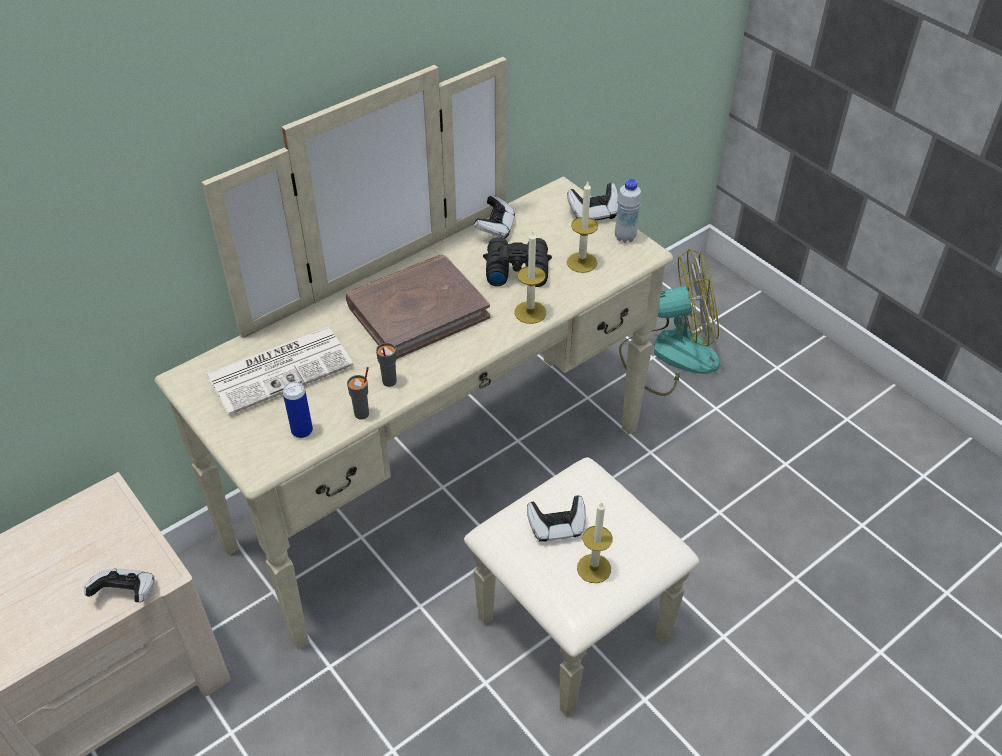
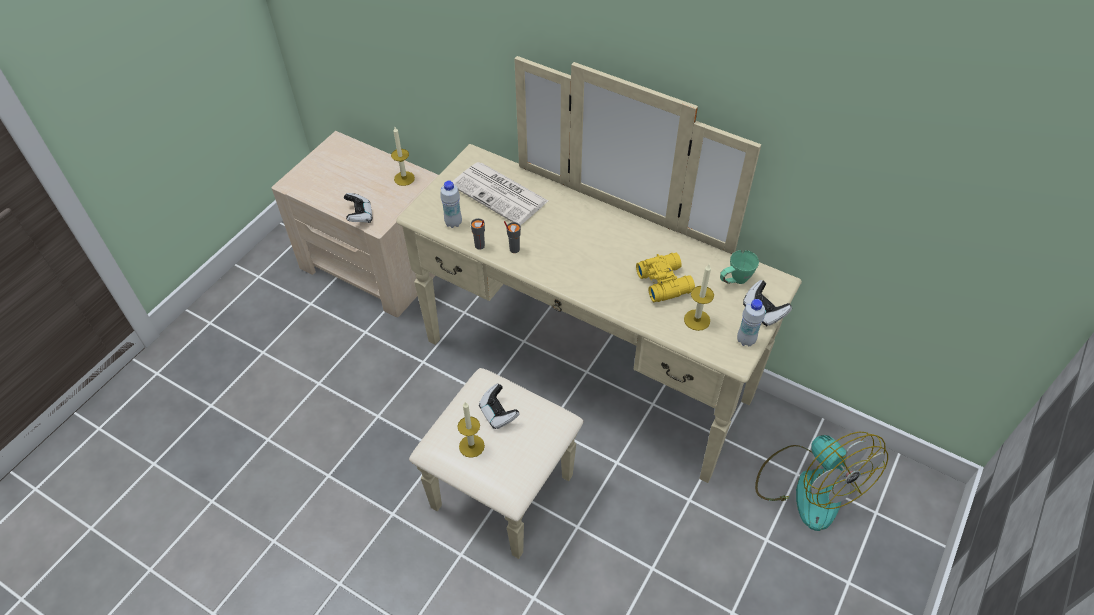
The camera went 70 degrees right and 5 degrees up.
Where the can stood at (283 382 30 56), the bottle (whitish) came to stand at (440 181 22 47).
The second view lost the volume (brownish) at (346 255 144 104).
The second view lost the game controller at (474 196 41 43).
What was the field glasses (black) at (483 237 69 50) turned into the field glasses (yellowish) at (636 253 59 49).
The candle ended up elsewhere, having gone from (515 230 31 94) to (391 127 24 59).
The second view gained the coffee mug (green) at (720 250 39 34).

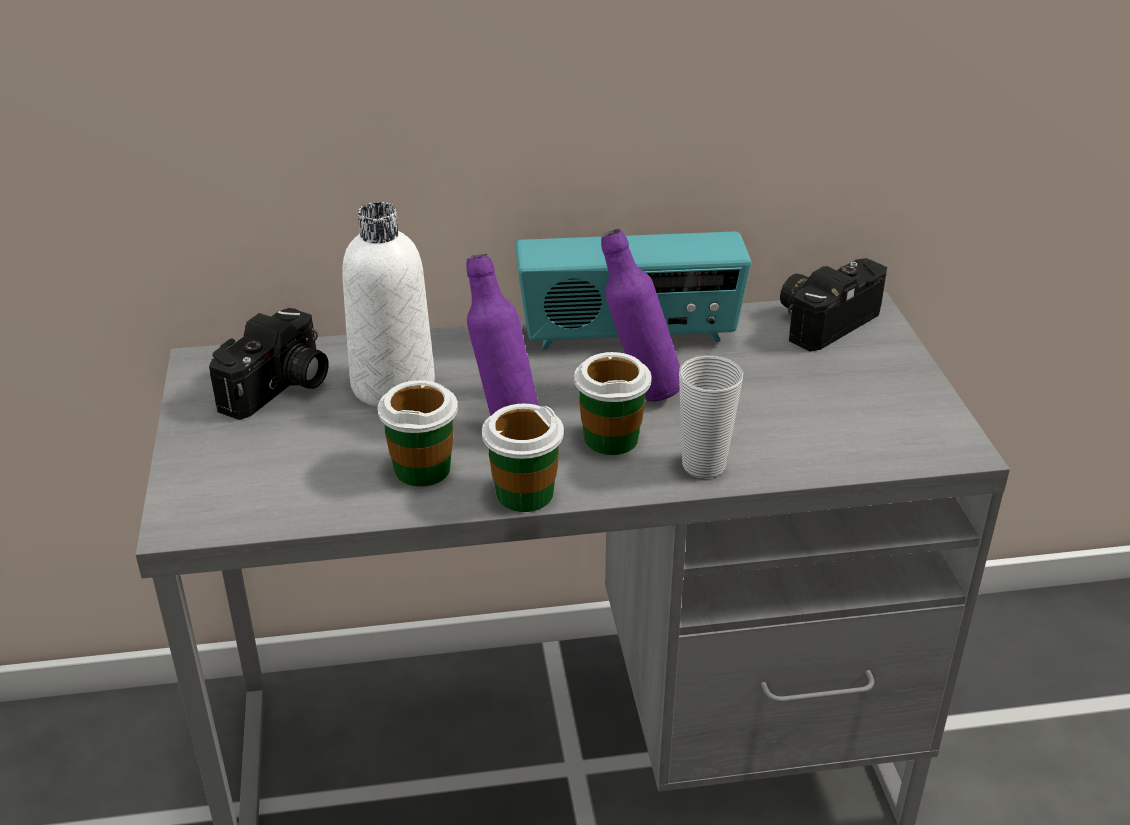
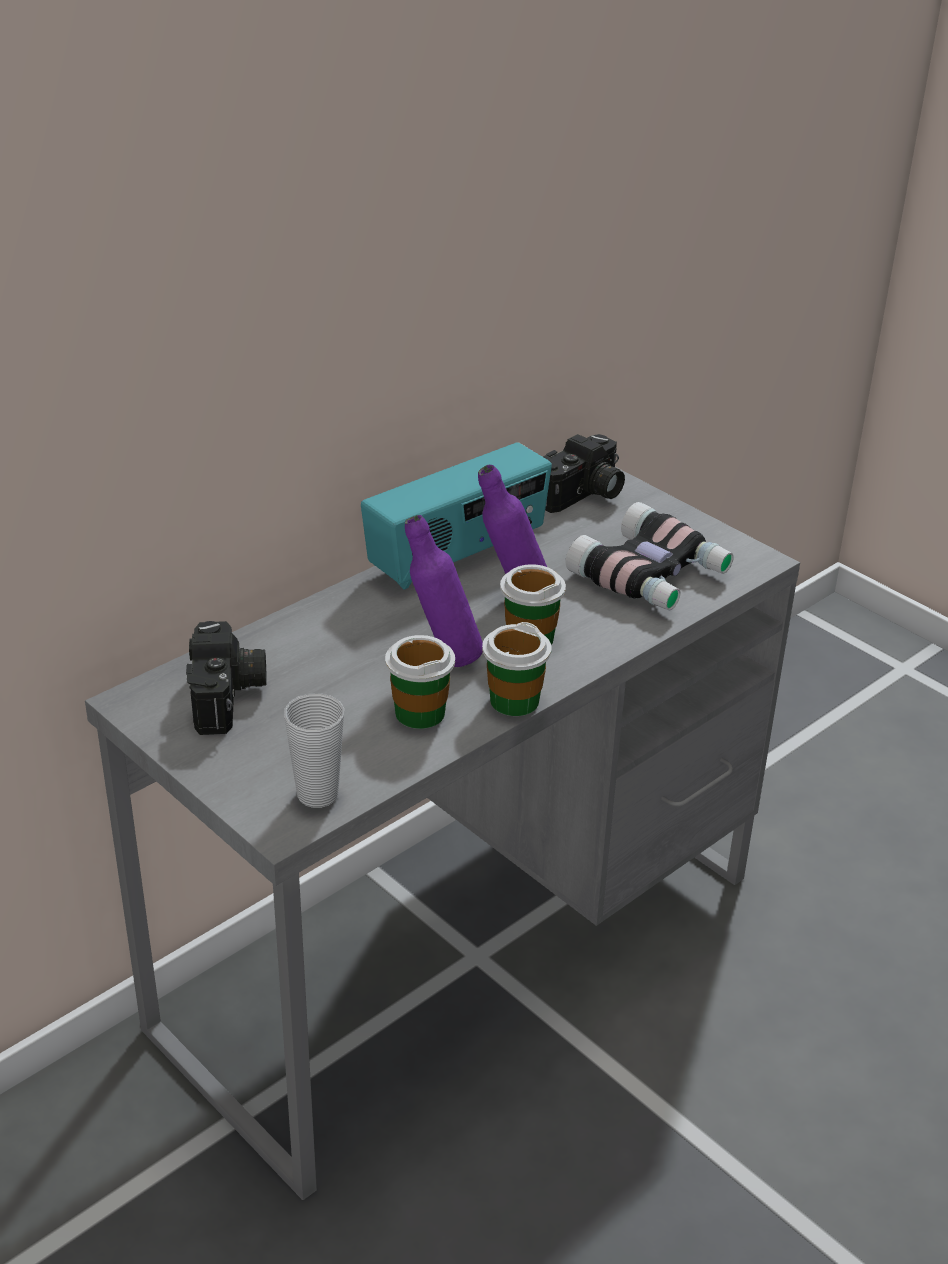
The camera went 35 degrees left and 0 degrees up.
The second view lost the bottle (whitish) at (342 202 93 205).
The cup ended up elsewhere, having gone from (679 355 64 123) to (284 693 60 115).
The photo camera at (780 258 107 94) ended up facing another way, 150 degrees counterclockwise from before.
The second view gained the field glasses at (566 502 168 108).

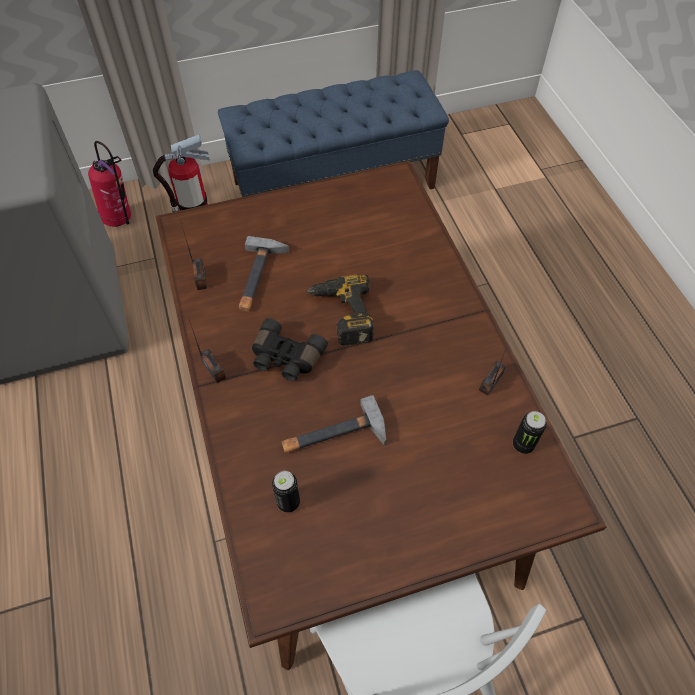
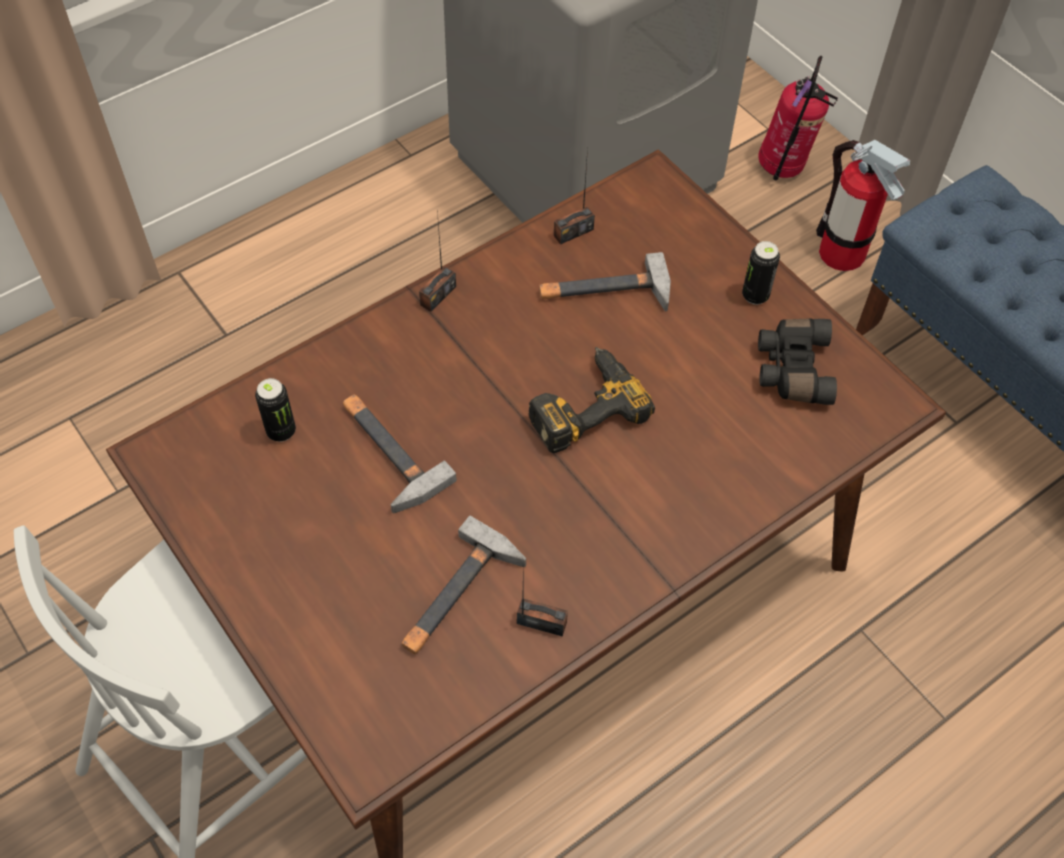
The camera went 70 degrees right and 0 degrees up.
The field glasses (black) ended up elsewhere, having gone from (252 318 76 63) to (758 318 79 87).
The can ended up elsewhere, having gone from (513 411 34 43) to (742 241 38 64).
The second view gained the hammer at (401 516 125 138).

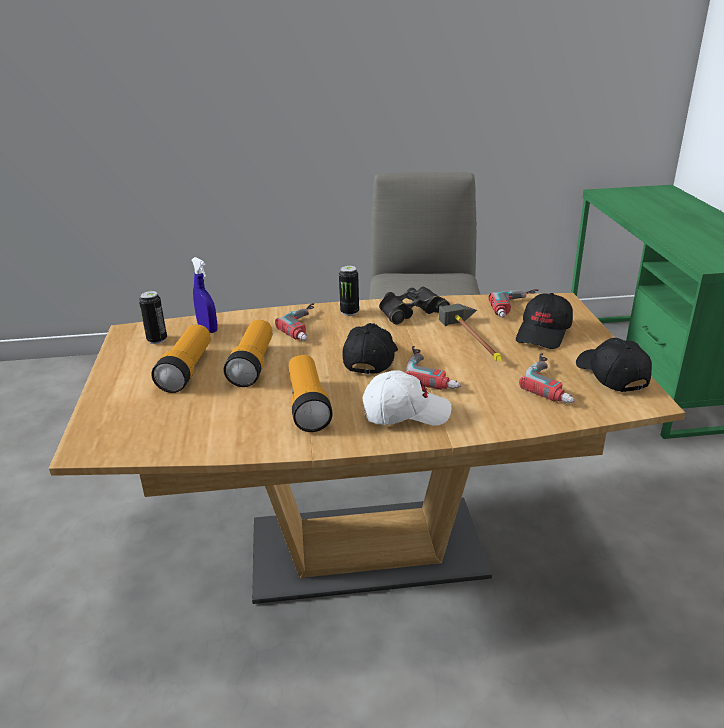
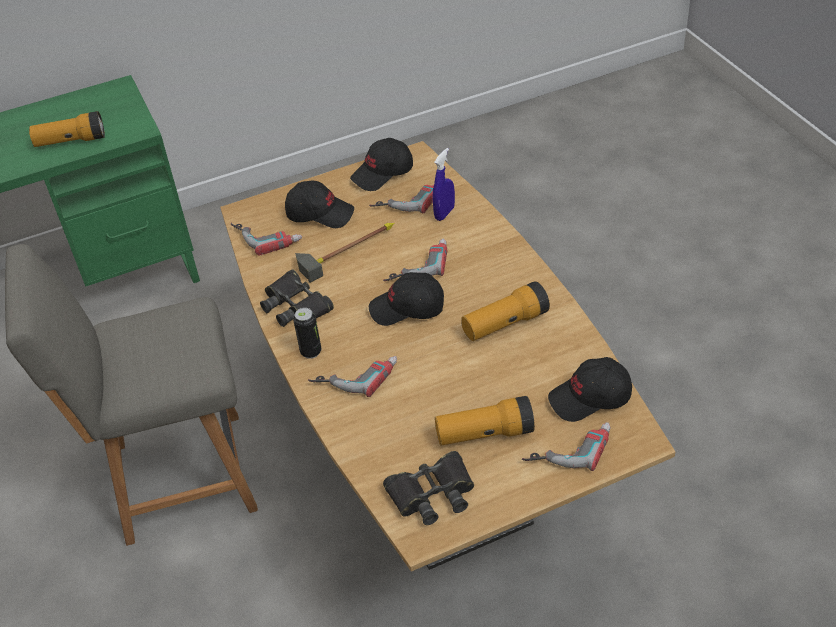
The camera went 105 degrees left and 15 degrees up.
Where the can stood at (139 291 28 53), the field glasses (black) came to stand at (383 451 91 74).
The spray bottle (bluish) ended up elsewhere, having gone from (192 257 25 76) to (432 148 23 73).
The hand torch ended up elsewhere, having gone from (224 320 48 67) to (29 111 76 36).
The second view lost the peaked cap (whitish) at (362 370 89 56).
The second view gained the drill at (522 422 89 49).
The second view gained the peaked cap (black) at (548 357 84 65).

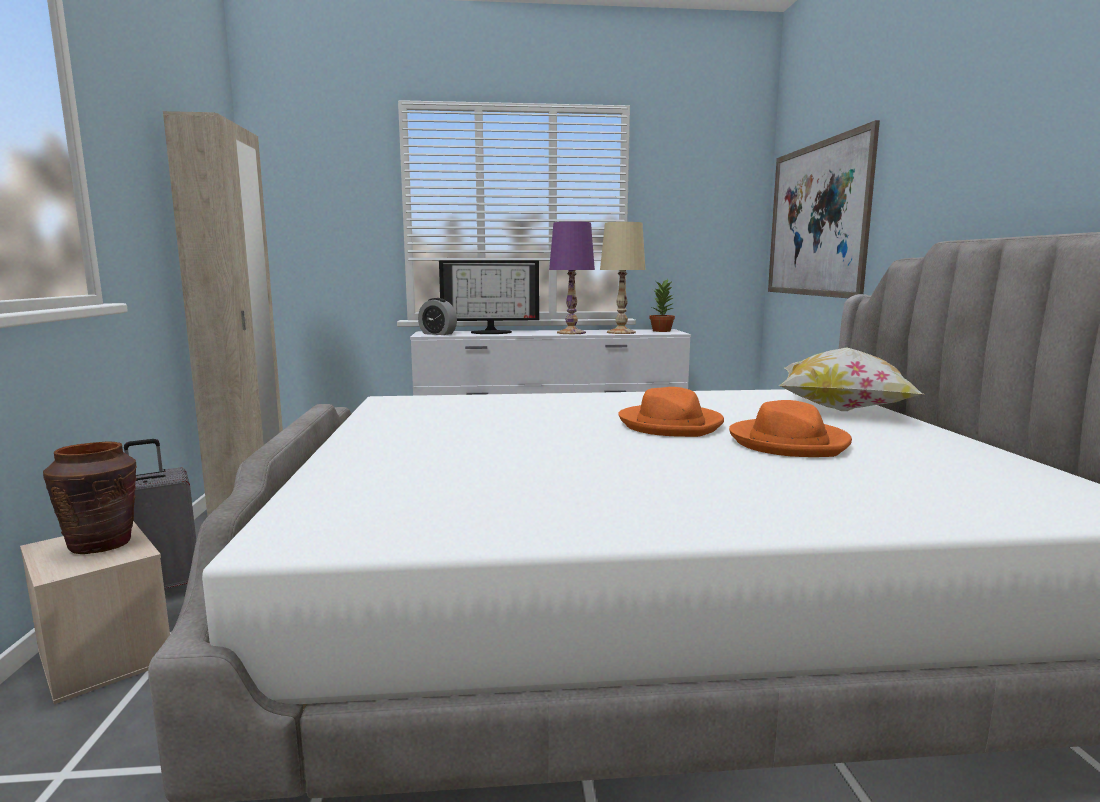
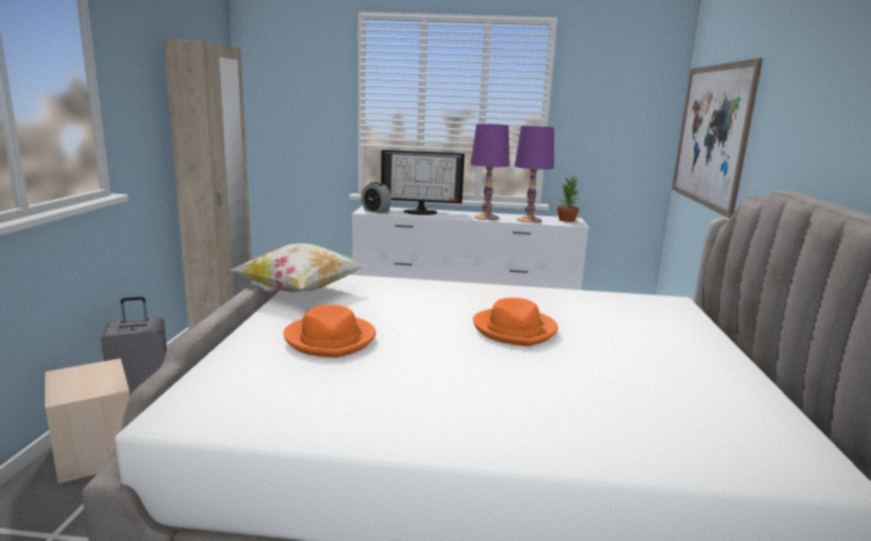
The camera went 10 degrees right and 5 degrees up.
The second view lost the flower vase (brownish) at (43 442 94 112).
What was the tabletop lamp (sand-coloured) at (600 222 45 112) turned into the tabletop lamp (purple) at (514 126 40 97).
The wearable hat (orange-coloured) ended up elsewhere, having gone from (729 400 123 57) to (283 305 93 53).
The cushion ended up elsewhere, having gone from (779 347 144 64) to (230 243 137 50).

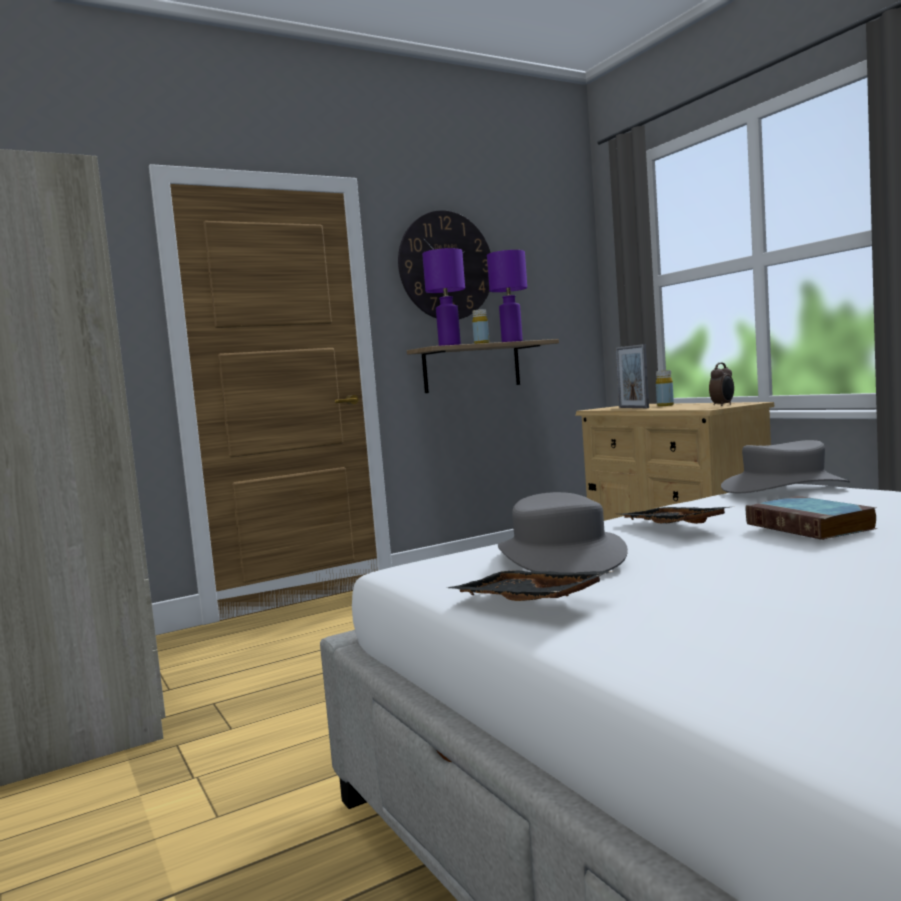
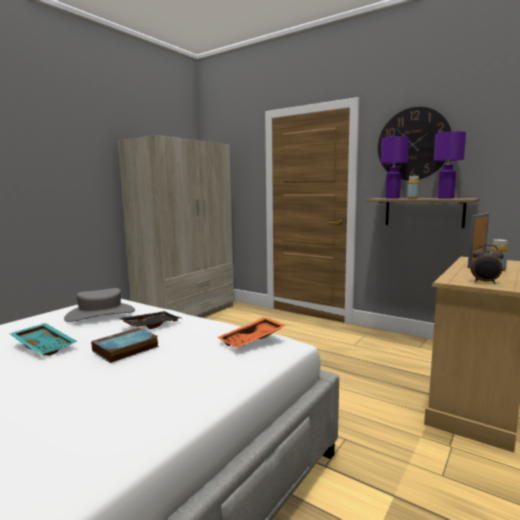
The camera went 65 degrees right and 5 degrees up.
The second view lost the tray (black) at (448 571 165 30).
Where the wearable hat (greyish) stood at (721 440 129 53), the tray (orange-coloured) came to stand at (217 317 69 31).
The second view gained the tray (turquoise) at (10 323 67 33).

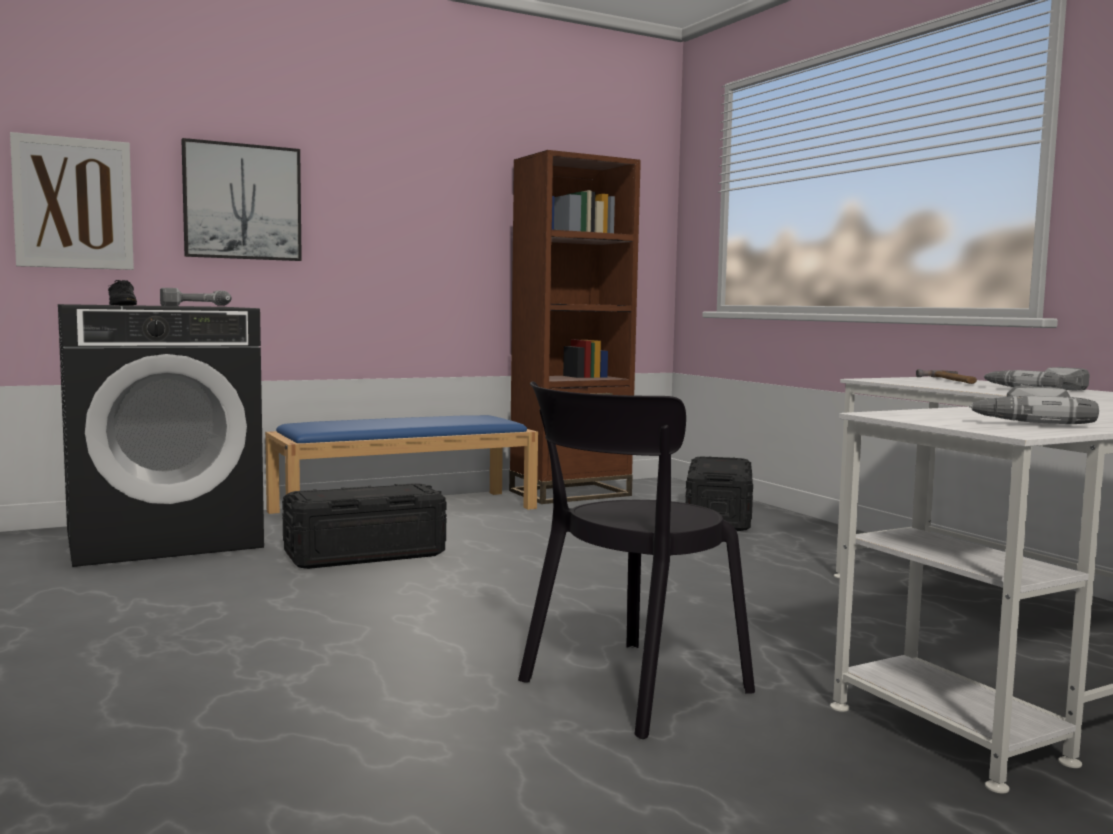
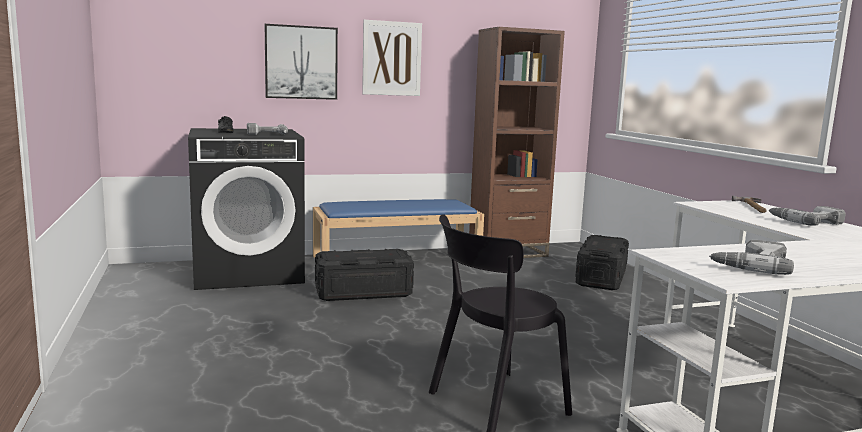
The camera went 10 degrees right and 5 degrees up.
The wall picture ended up elsewhere, having gone from (10 132 124 138) to (362 20 60 76).

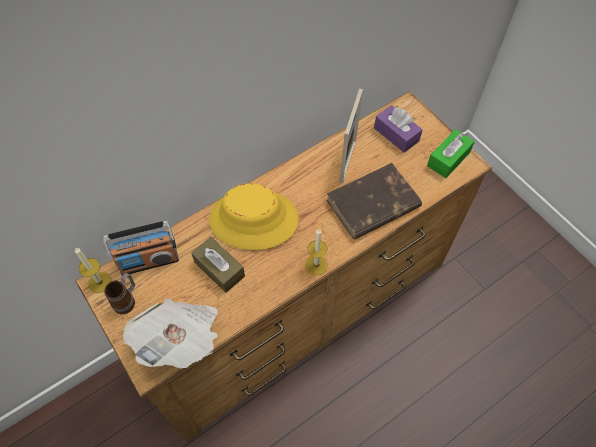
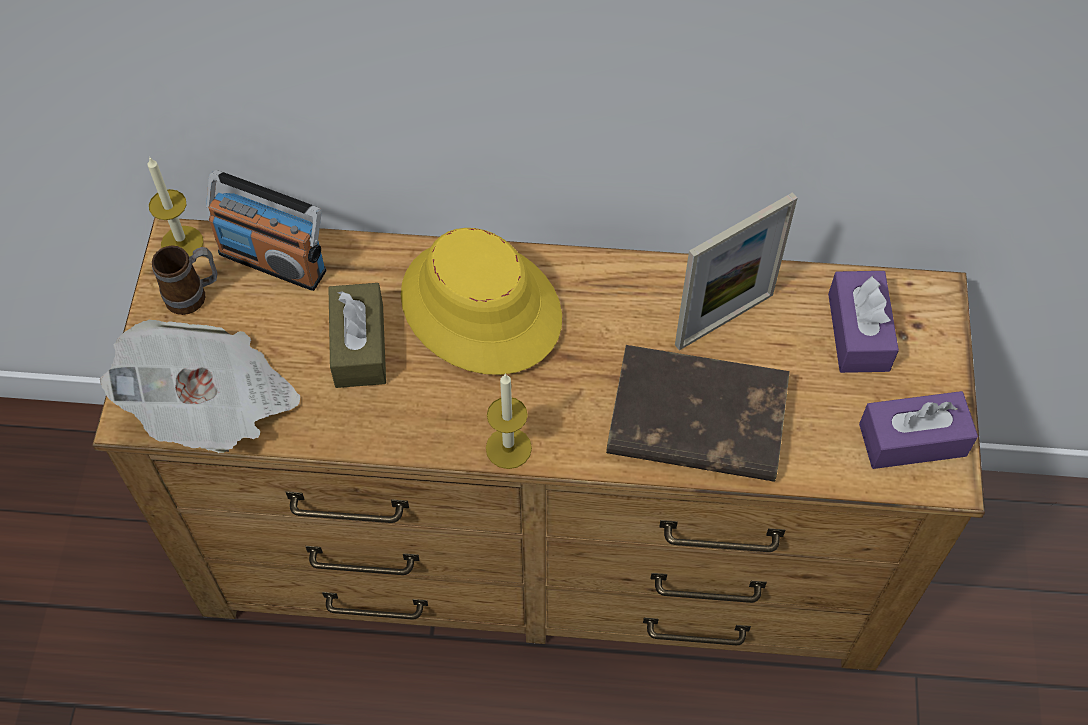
The camera went 40 degrees right and 0 degrees up.
What was the tissue holder (green) at (427 129 48 49) turned into the tissue holder (purple) at (859 391 119 78).

